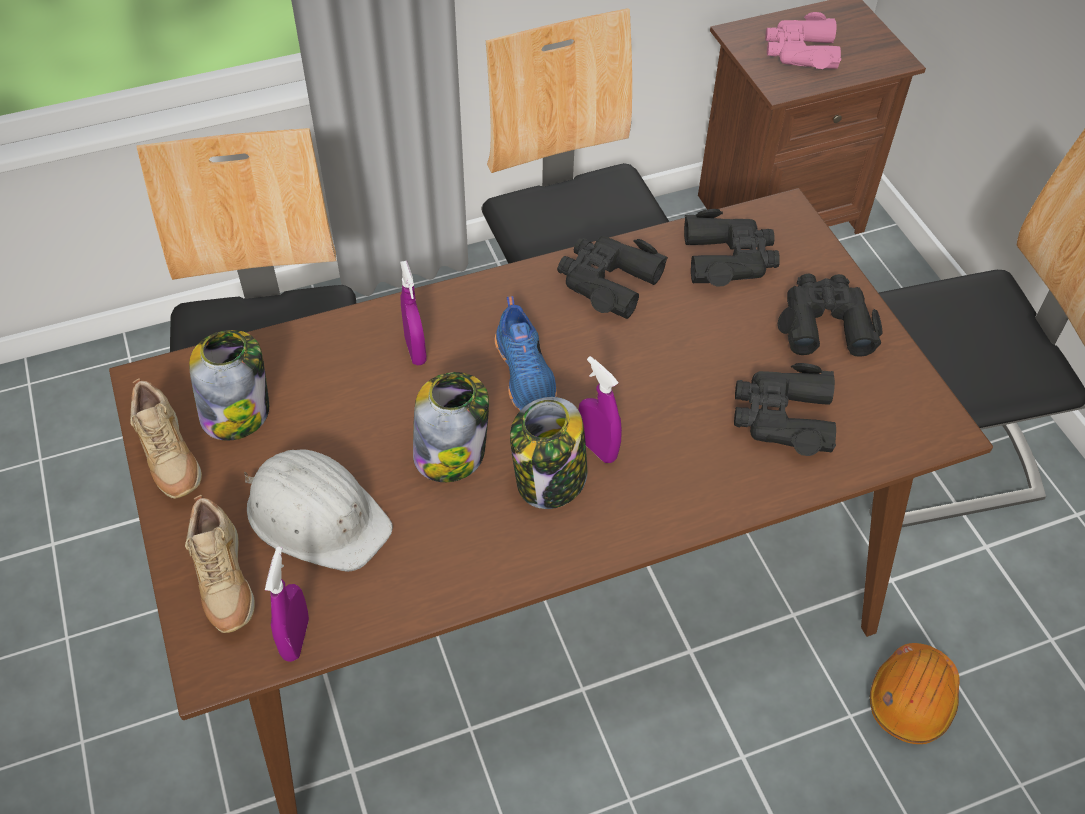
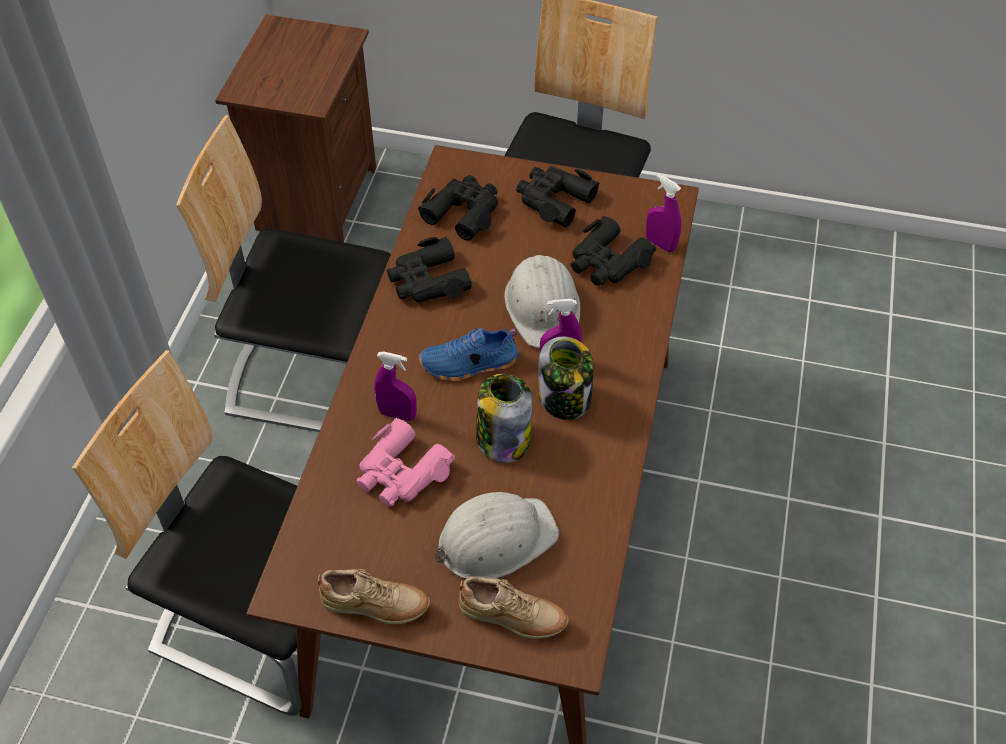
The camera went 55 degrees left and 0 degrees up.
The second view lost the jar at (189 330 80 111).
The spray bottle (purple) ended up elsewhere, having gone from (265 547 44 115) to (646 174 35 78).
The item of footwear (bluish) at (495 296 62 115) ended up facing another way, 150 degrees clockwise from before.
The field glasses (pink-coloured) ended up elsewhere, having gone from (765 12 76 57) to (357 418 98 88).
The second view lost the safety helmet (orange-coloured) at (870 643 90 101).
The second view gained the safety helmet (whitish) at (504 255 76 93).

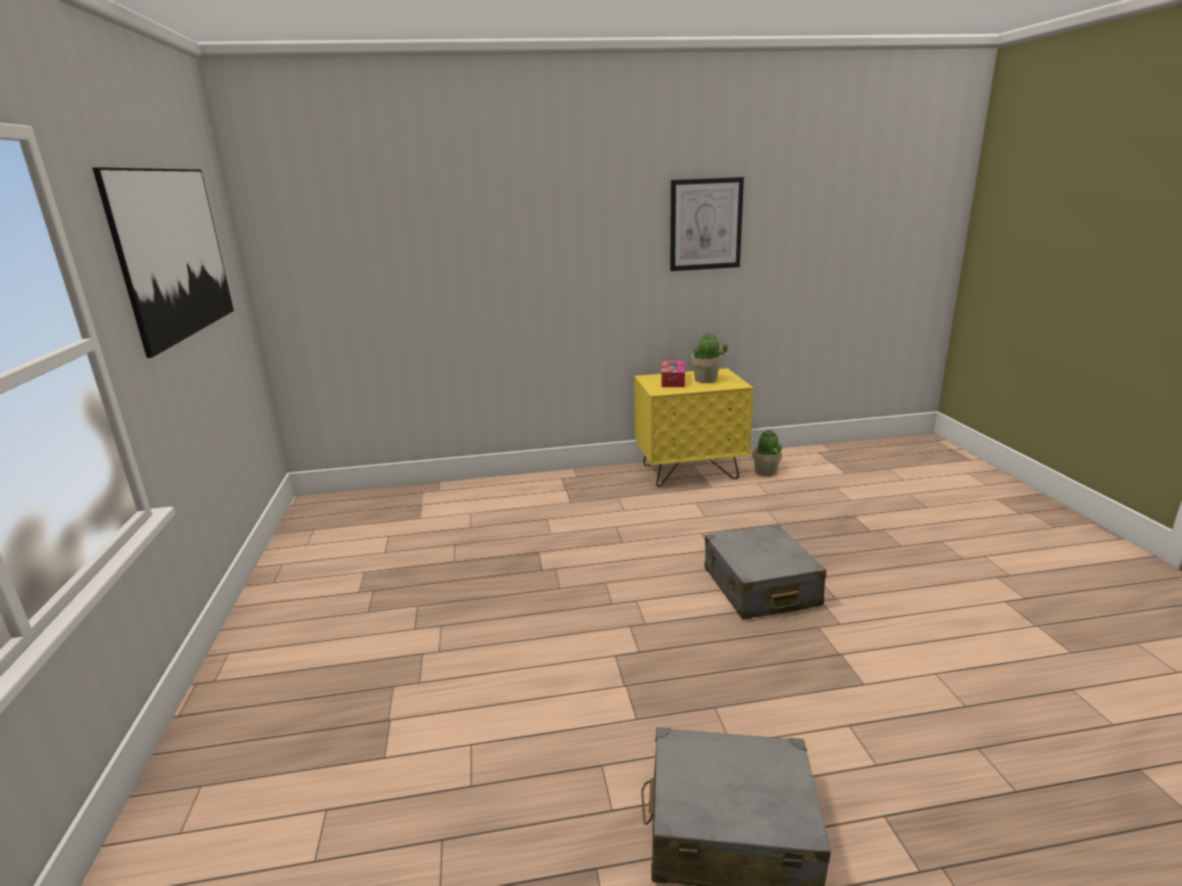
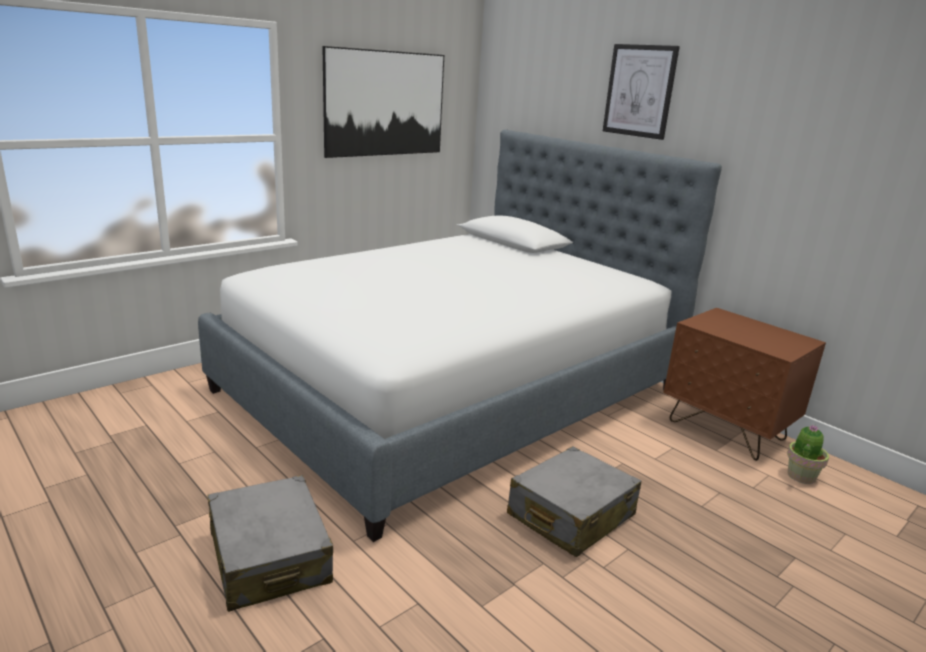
The camera went 55 degrees right and 0 degrees up.
What was the bedside table (yellowish) at (634 368 120 119) turned into the bedside table (brownish) at (663 308 163 153).
The second view lost the tissue holder at (661 361 24 26).
The wall picture ended up elsewhere, having gone from (670 177 74 94) to (603 44 77 96).
The second view lost the potted plant at (691 332 37 51).
The second view gained the bed at (198 129 524 413).

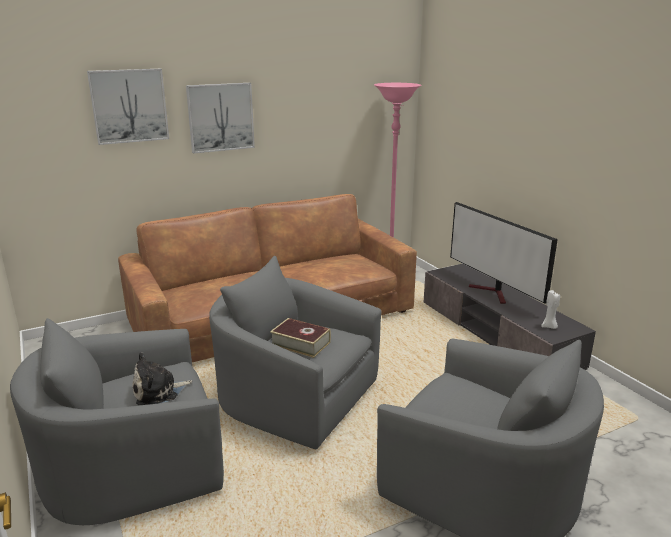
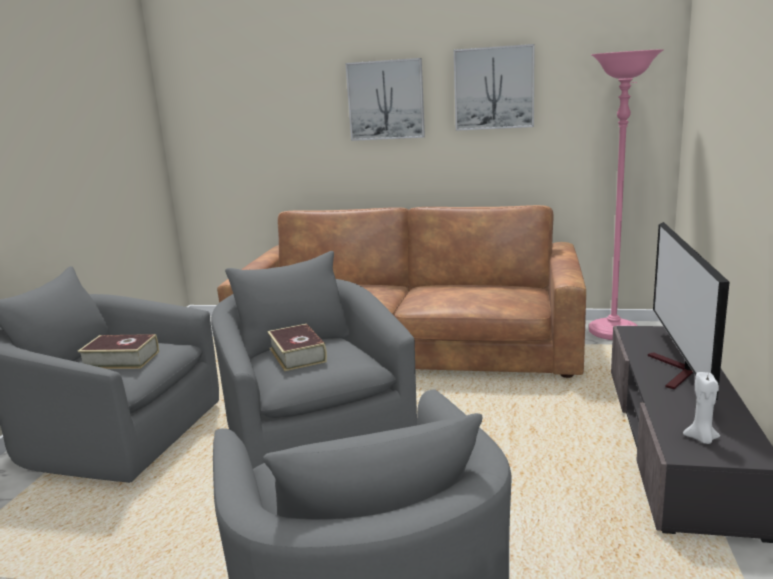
The camera went 40 degrees right and 5 degrees down.
The wall picture ended up elsewhere, having gone from (87 69 82 76) to (454 44 81 87).
Where the cuddly toy stood at (132 352 60 53), the volume came to stand at (78 334 81 35).

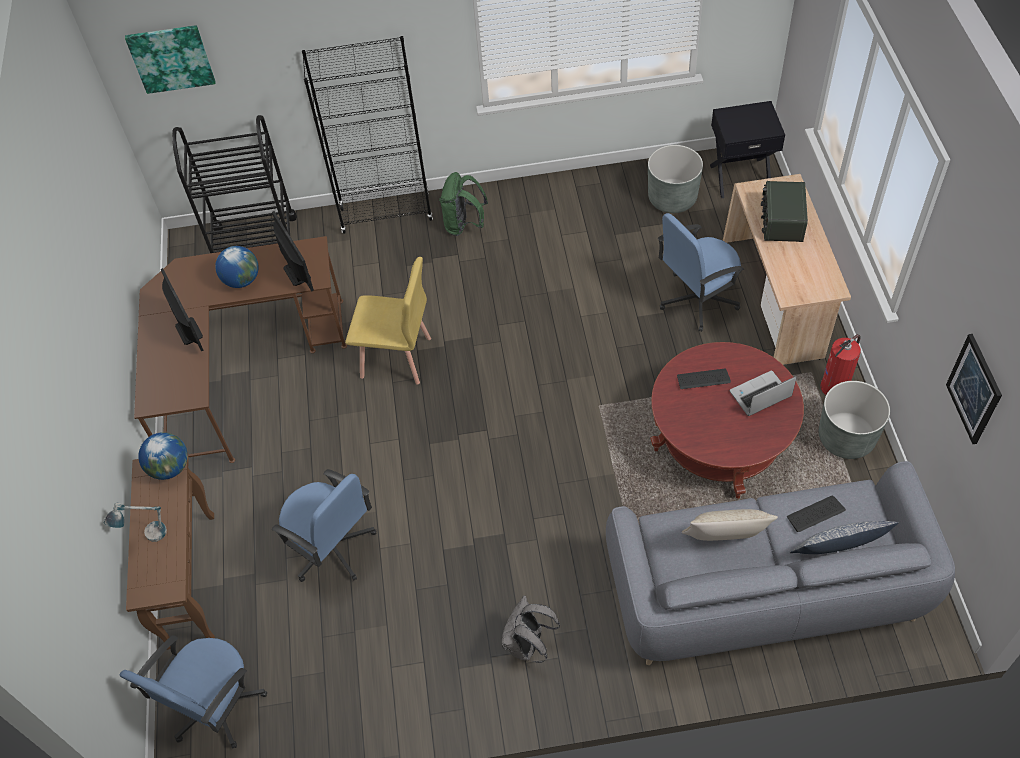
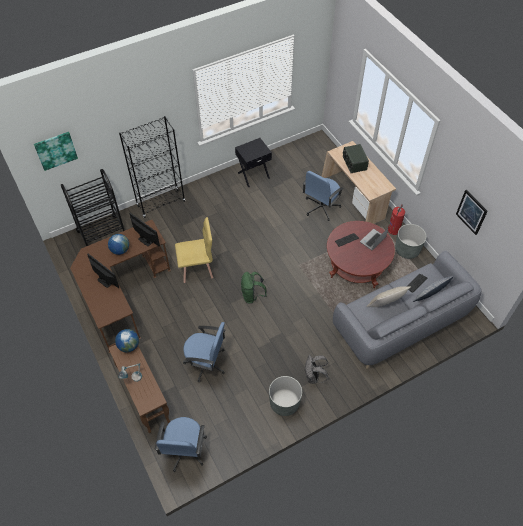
The camera went 25 degrees left and 0 degrees up.
The rucksack (green) ended up elsewhere, having gone from (439 172 49 64) to (241 272 26 32).
The flower pot (greyish) ended up elsewhere, having gone from (648 145 55 68) to (269 376 33 40).
The bedside table (black) ended up elsewhere, having gone from (710 101 75 97) to (235 138 37 49).

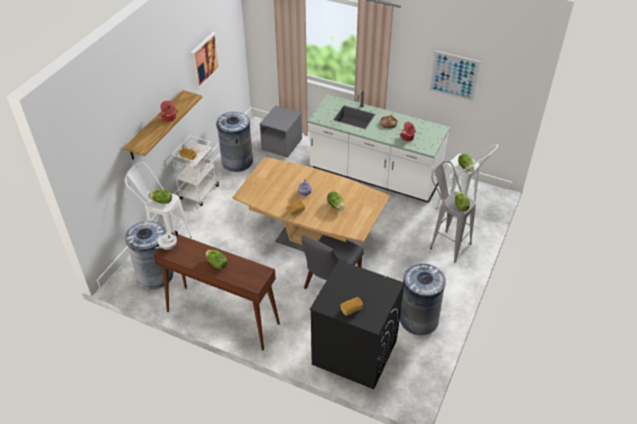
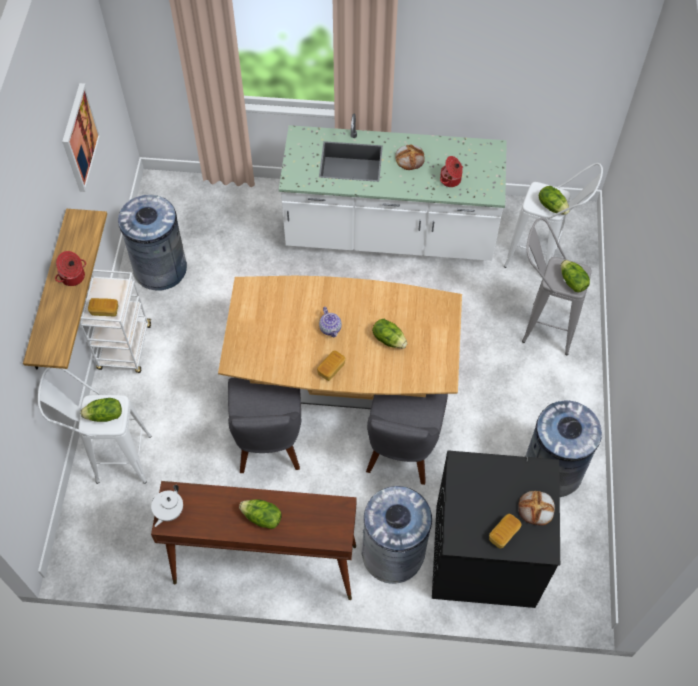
The camera went 20 degrees left and 15 degrees up.
The rubbish bin (greyish) ended up elsewhere, having gone from (125 221 48 69) to (362 486 70 98).
The second view lost the bedside table (greyish) at (260 105 42 53).
The second view lost the wall picture at (429 50 52 52).
The second view gained the upright chair (greyish) at (228 377 73 96).
The second view gained the baked bread at (518 491 37 35).

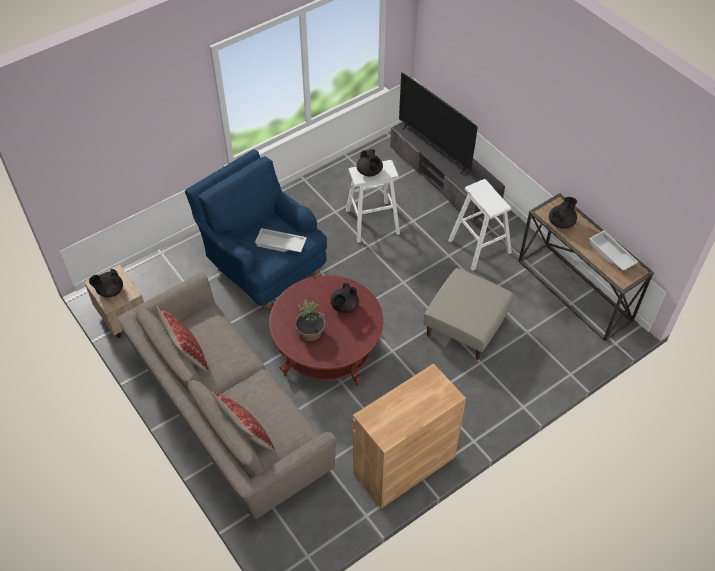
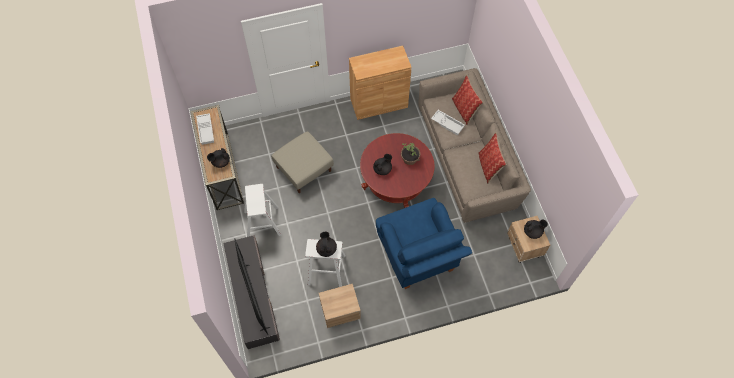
The camera went 160 degrees left and 10 degrees up.
The tray (whitish) ended up elsewhere, having gone from (255 228 52 24) to (431 110 34 26).
The second view gained the bedside table (sand-coloured) at (319 284 42 44).

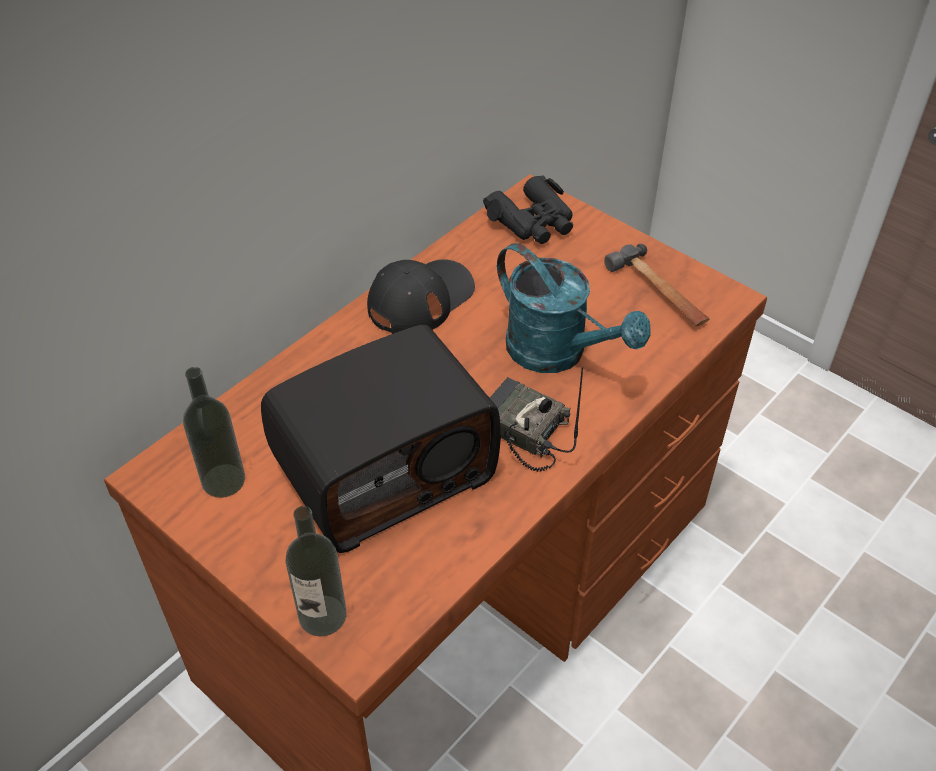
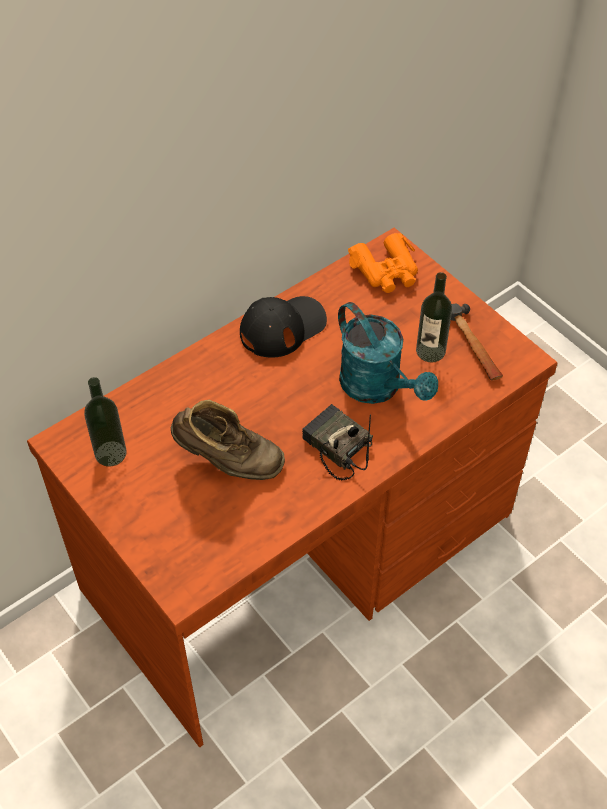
The camera went 10 degrees right and 5 degrees up.
Where the radio stood at (261 325 240 228), the tall boot (brownish) came to stand at (171 400 114 80).
The bottle ended up elsewhere, having gone from (285 506 62 131) to (416 272 36 90).
What was the field glasses (black) at (483 175 90 69) turned into the field glasses (orange-coloured) at (348 233 70 60).

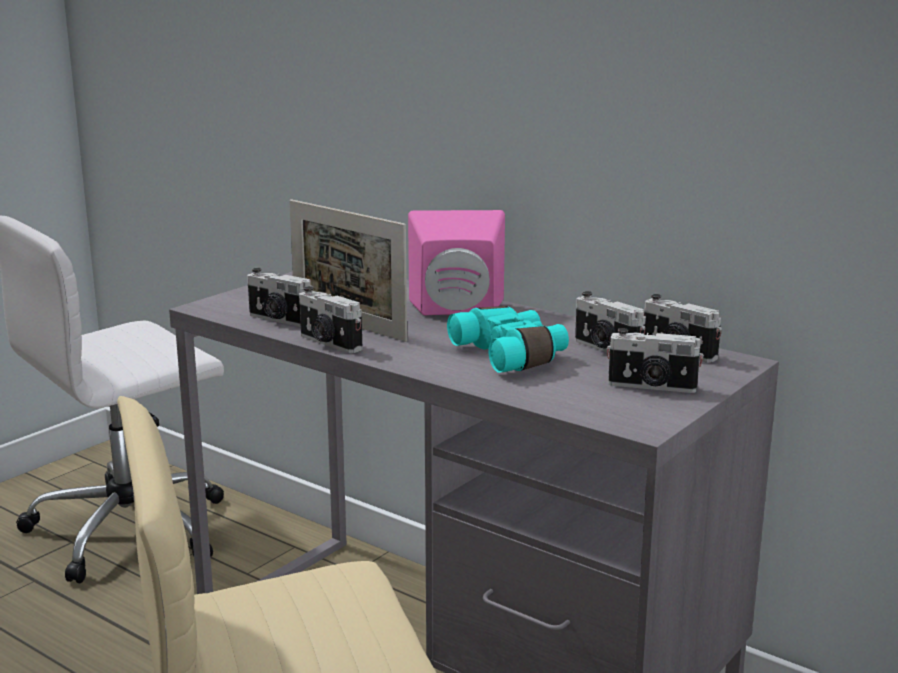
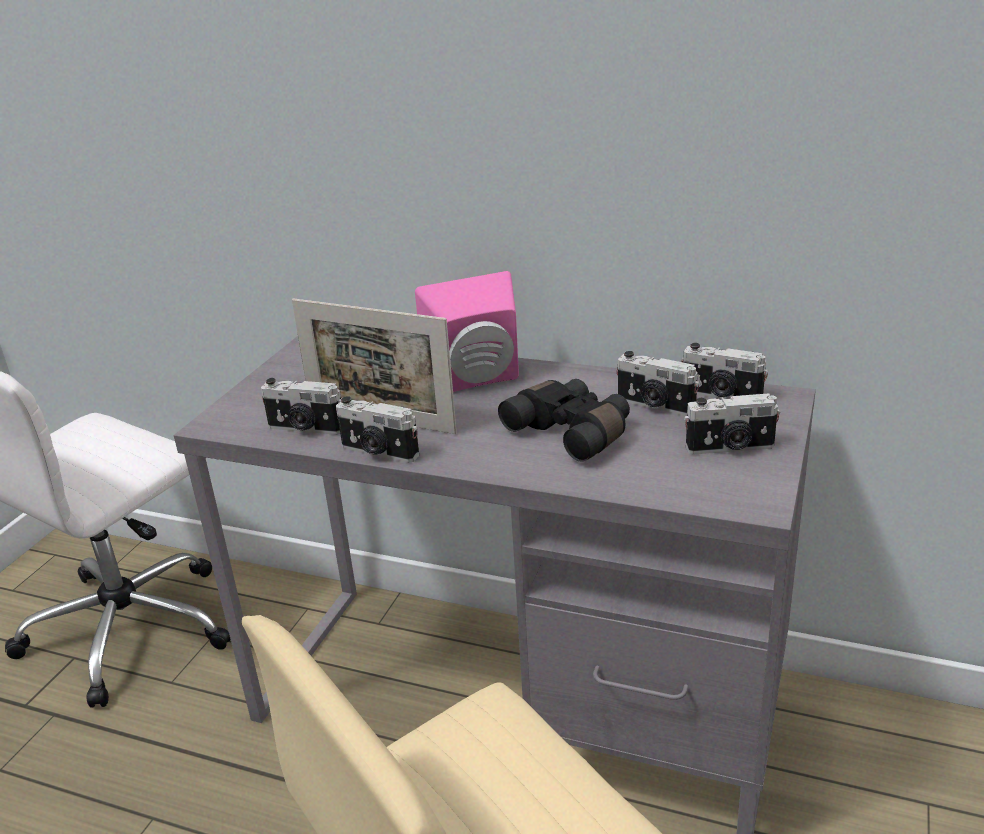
The camera went 15 degrees left and 10 degrees up.
What was the field glasses (turquoise) at (447 306 122 67) turned into the field glasses (black) at (498 379 132 83).

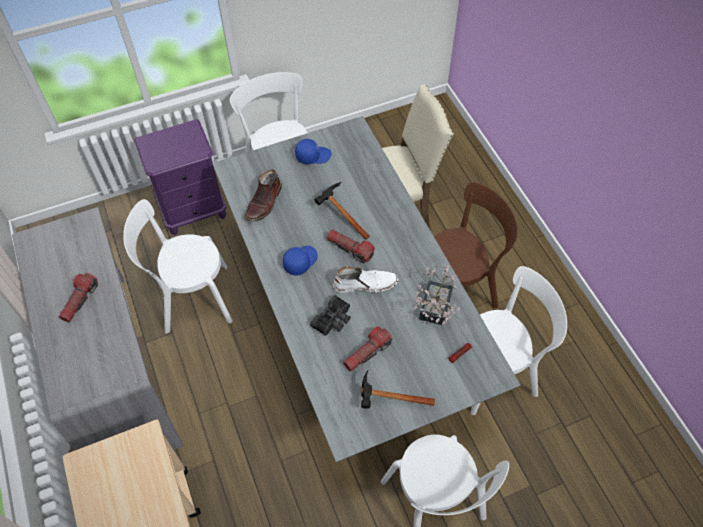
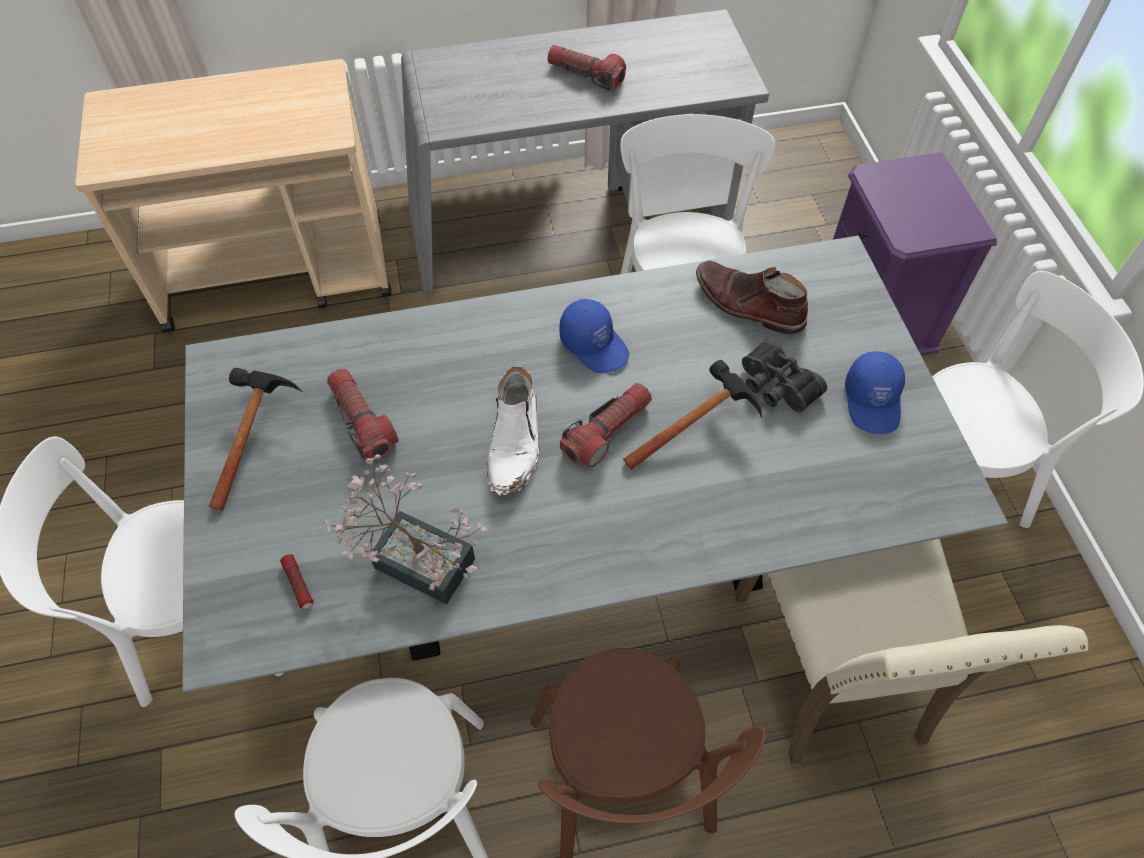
The camera went 100 degrees right and 0 degrees up.
The field glasses (black) ended up elsewhere, having gone from (310 295 41 41) to (742 338 85 74).

